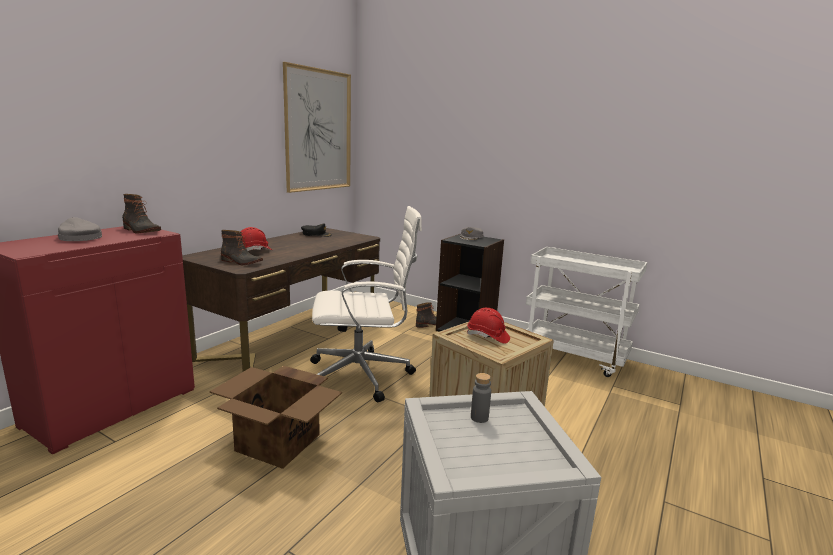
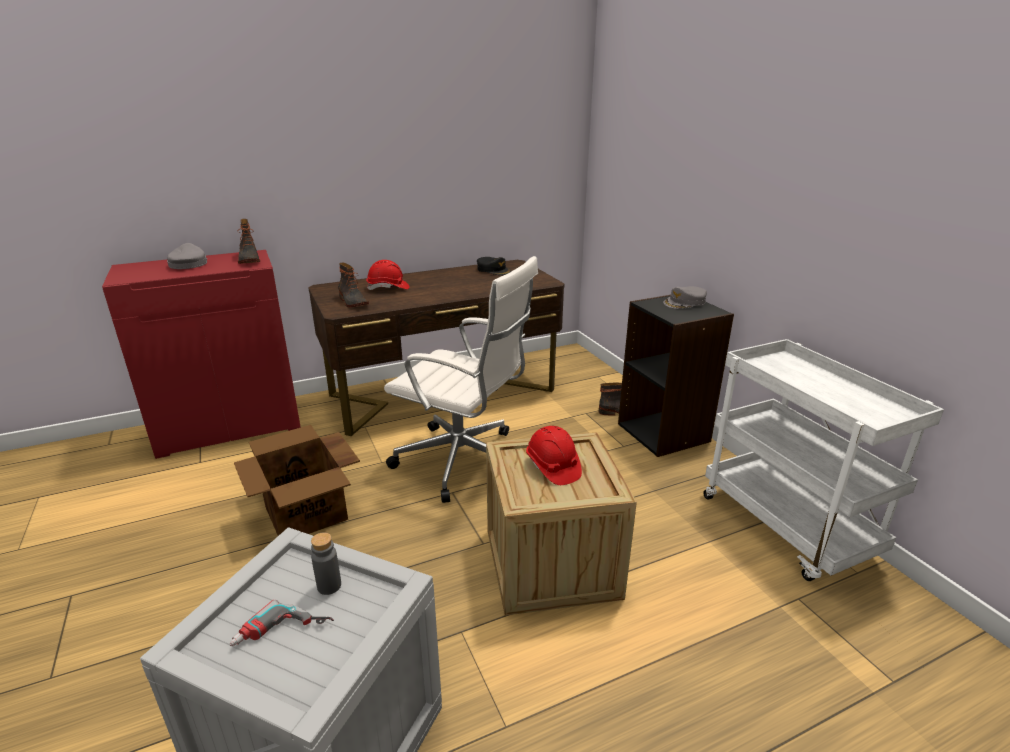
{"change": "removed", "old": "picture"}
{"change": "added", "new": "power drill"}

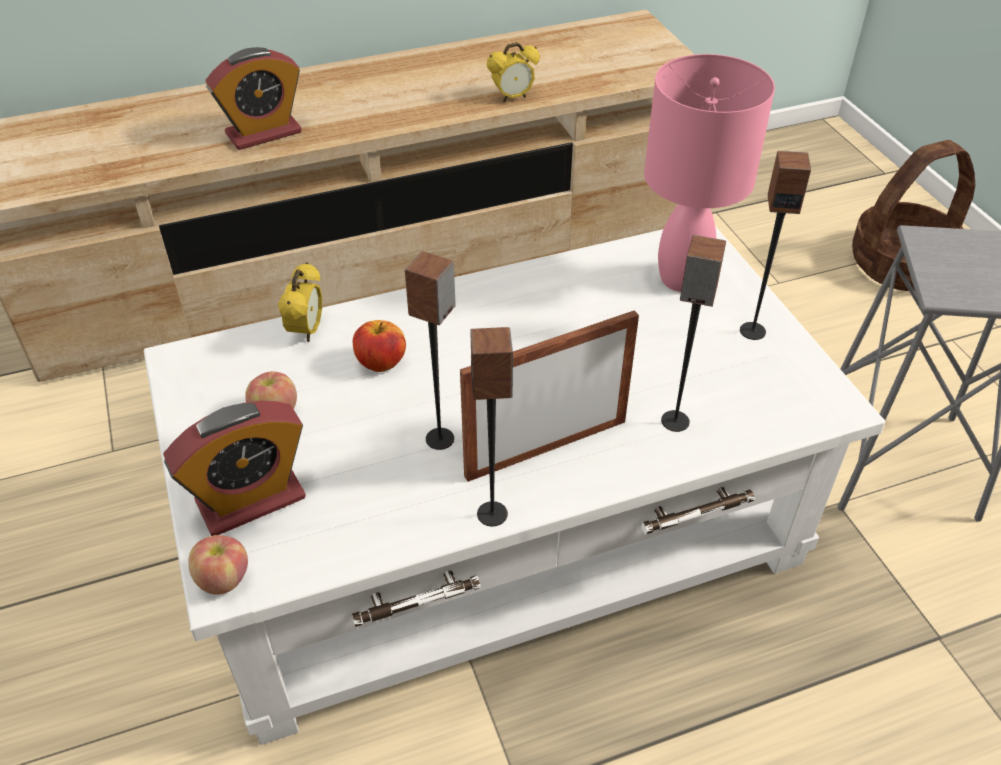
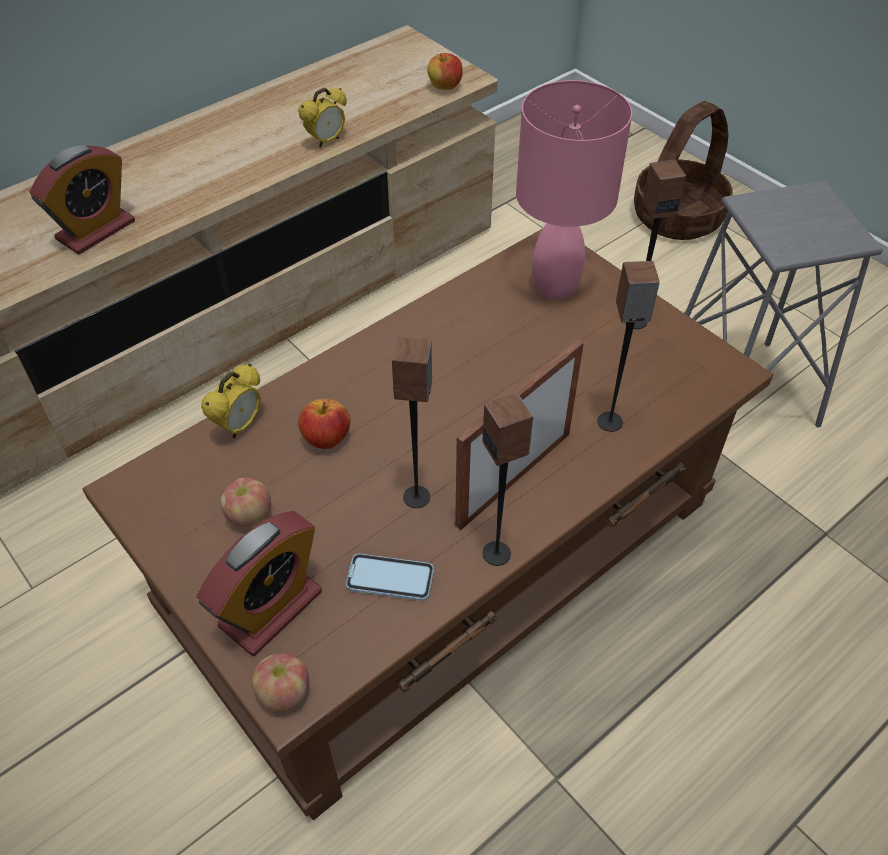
{"change": "recoloured", "old": "white coffee table", "new": "brown coffee table"}
{"change": "turned", "old": "alarm clock (3rd from left in the first image)", "degrees": 45}
{"change": "added", "new": "phone"}
{"change": "added", "new": "apple (4th from left)"}

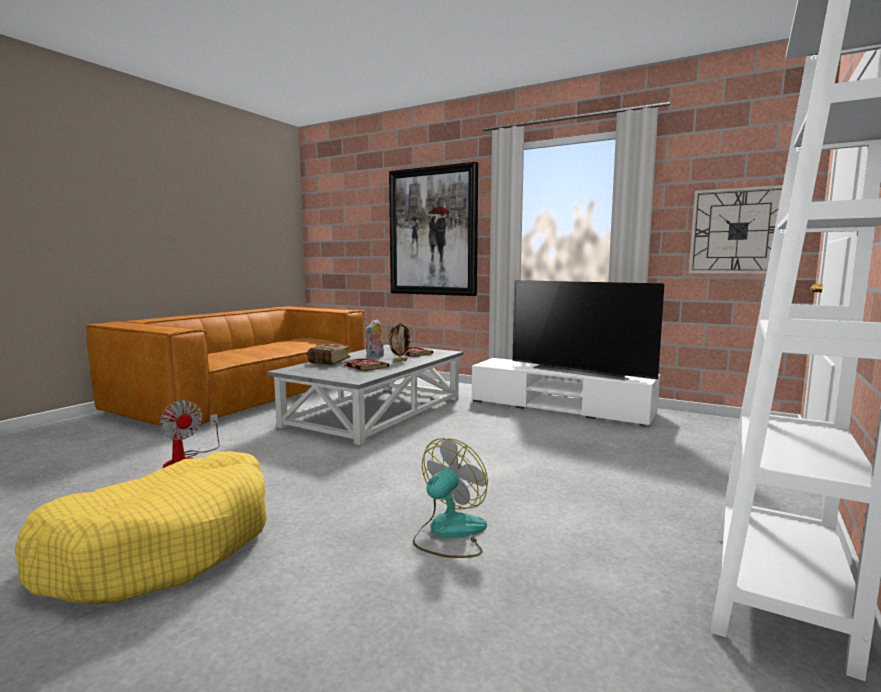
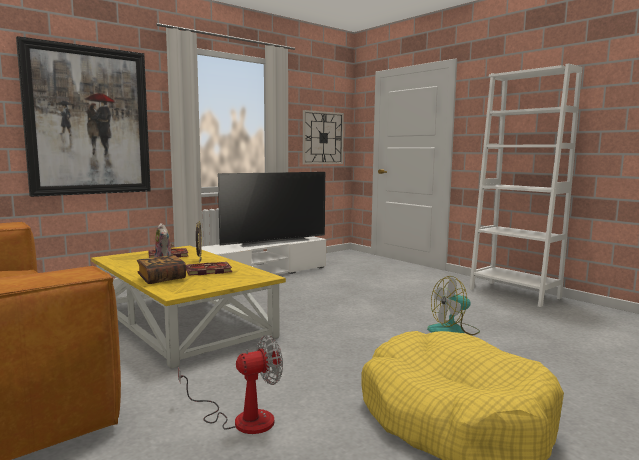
{"change": "recoloured", "old": "grey coffee table", "new": "yellow coffee table"}
{"change": "turned", "old": "fan (2nd from left)", "degrees": -75}

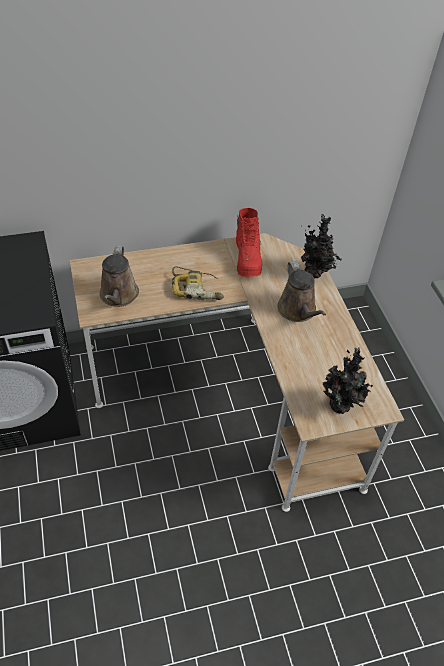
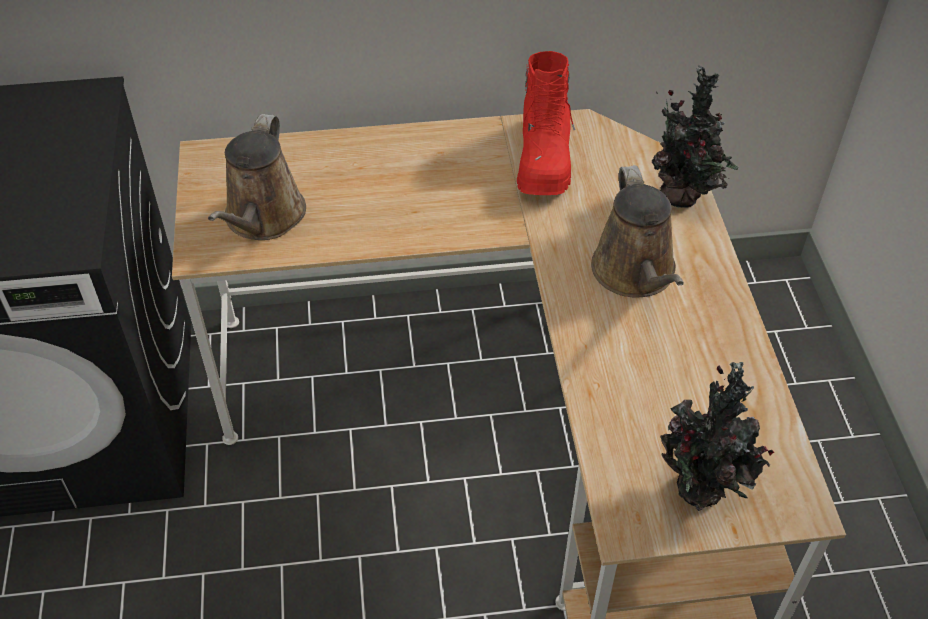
{"change": "removed", "old": "power drill"}

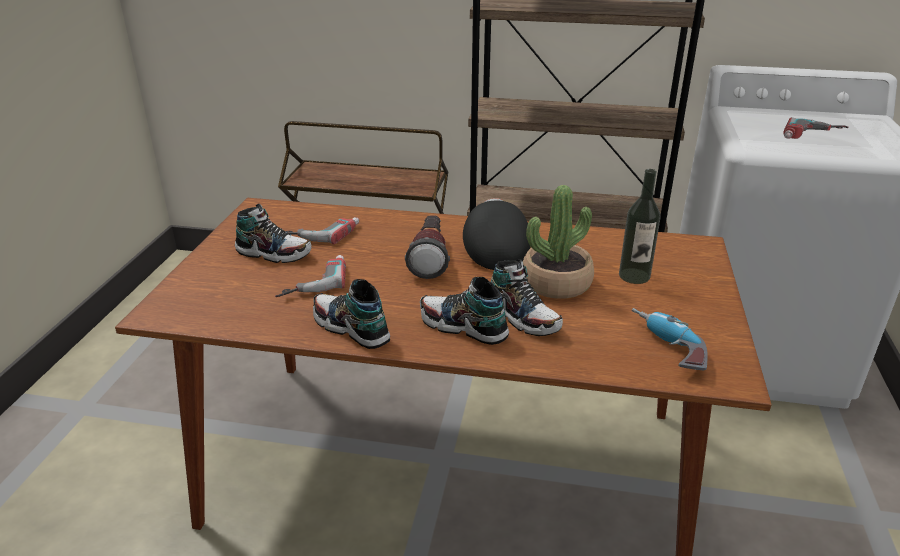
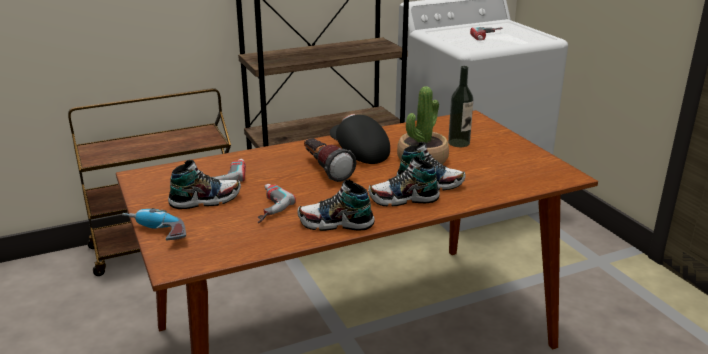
{"change": "moved", "old": "power drill (3rd from left in the first image)", "new": "power drill (1st from left)"}

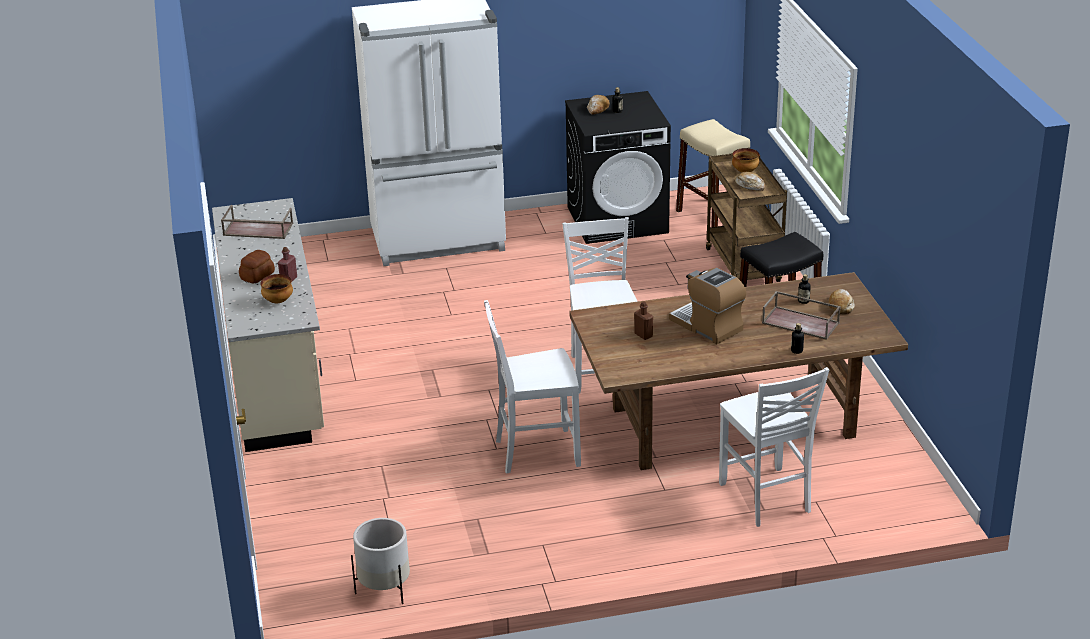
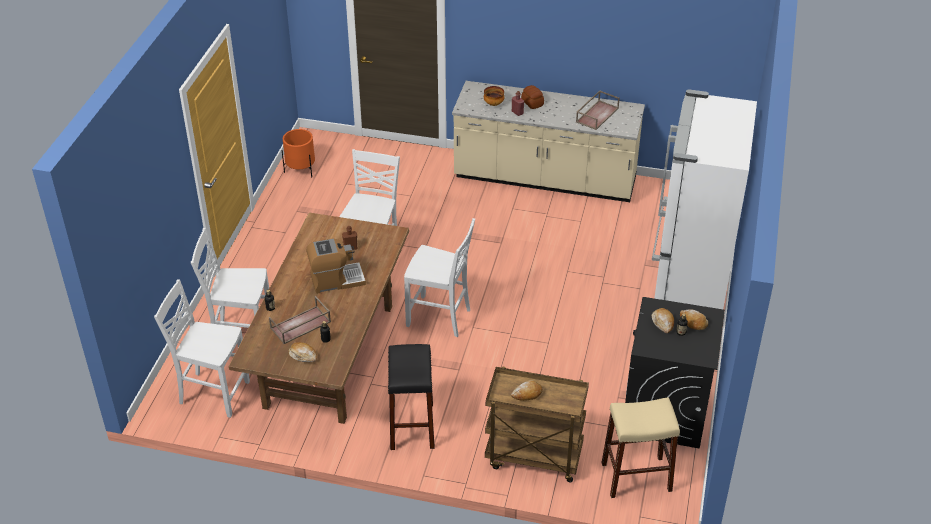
{"change": "recoloured", "old": "white planter", "new": "orange planter"}
{"change": "removed", "old": "bowl (2nd from left)"}
{"change": "added", "new": "white chair (1st from left)"}
{"change": "added", "new": "bread (4th from left)"}

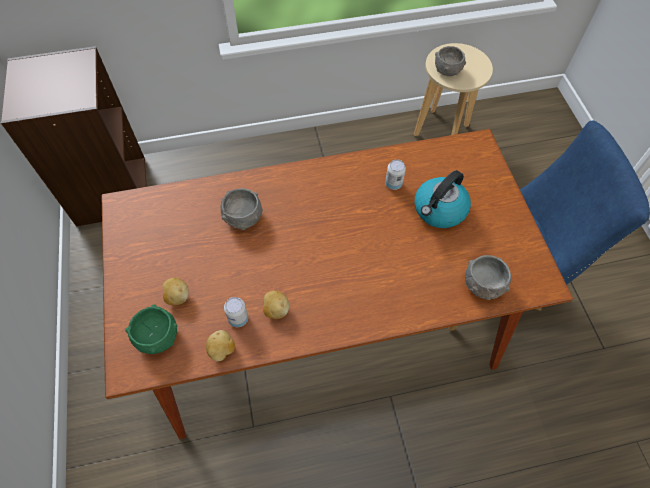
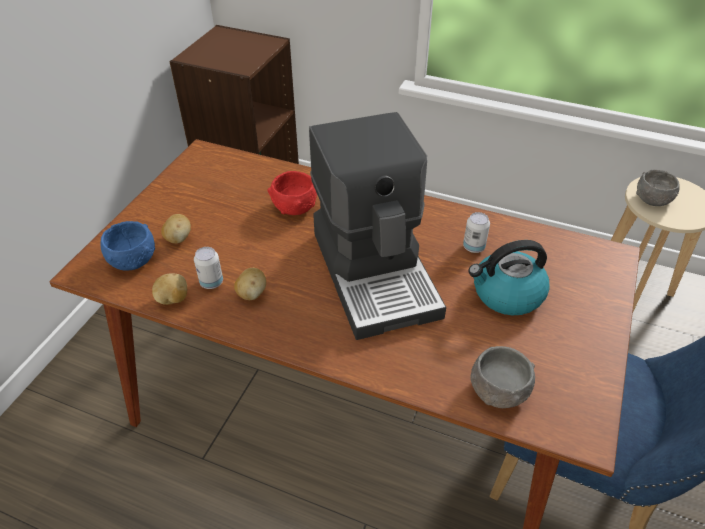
{"change": "recoloured", "old": "green bowl", "new": "blue bowl"}
{"change": "recoloured", "old": "grey bowl (1st from left)", "new": "red bowl"}
{"change": "added", "new": "coffee machine"}

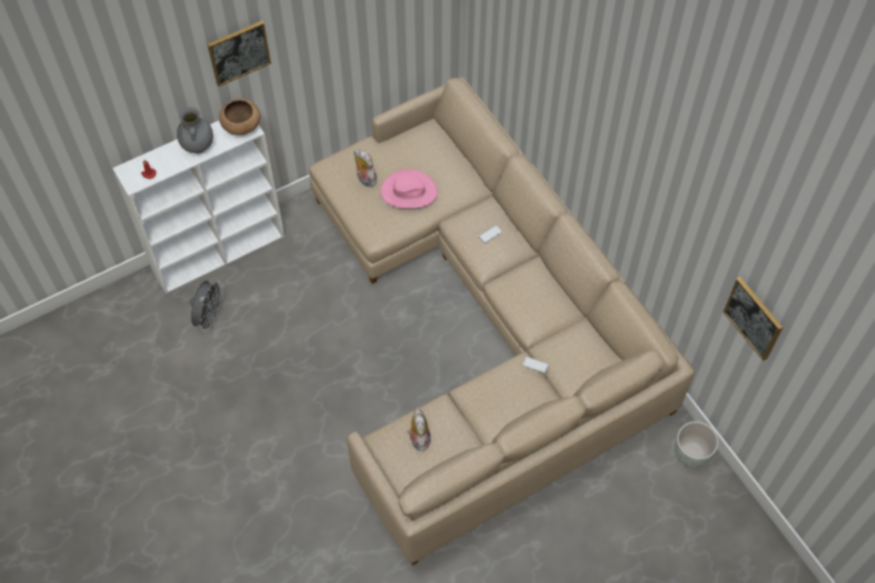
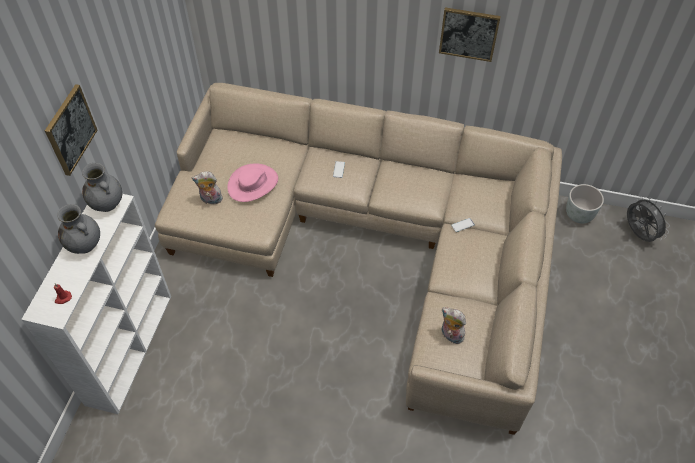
{"change": "moved", "old": "grey fan"}
{"change": "replaced", "old": "brown bowl", "new": "grey vase (2nd from left)"}
{"change": "moved", "old": "picture (2nd from left)"}

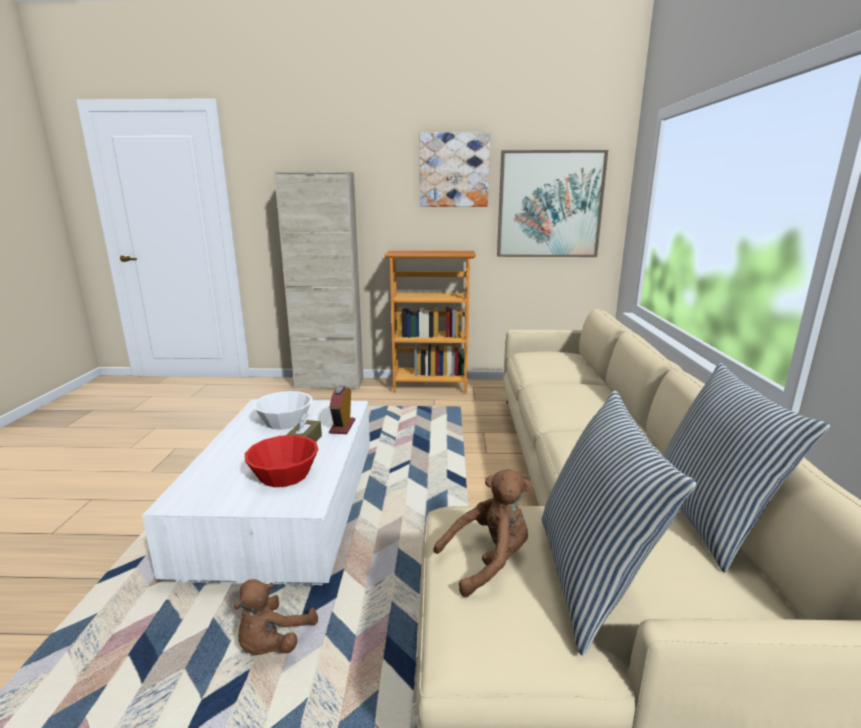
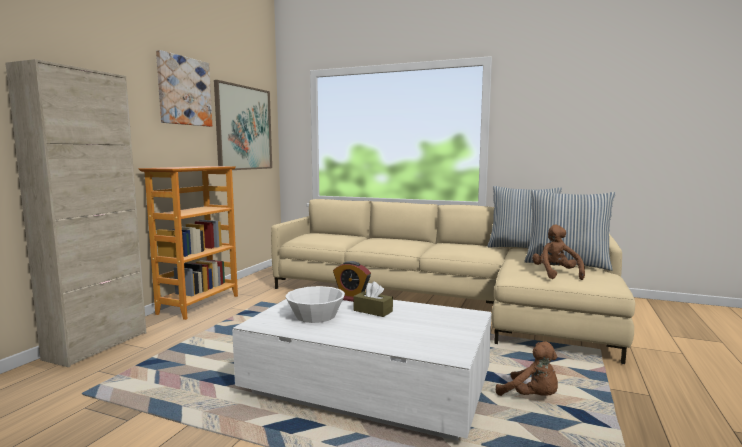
{"change": "removed", "old": "red bowl"}

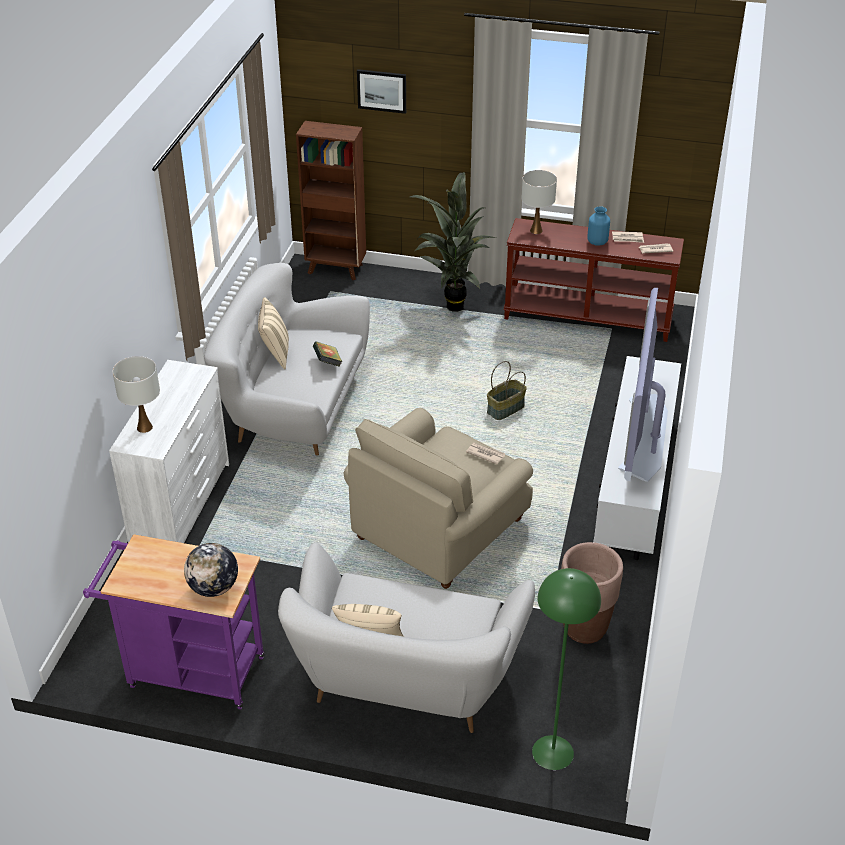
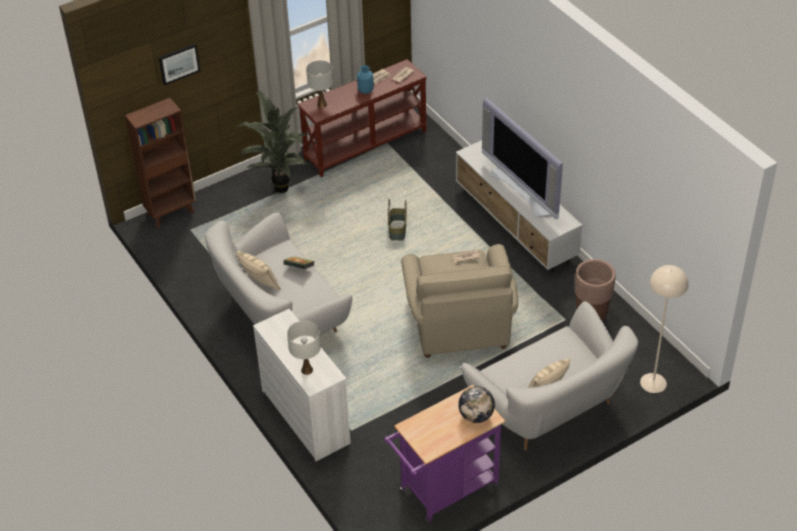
{"change": "recoloured", "old": "green floor lamp", "new": "beige floor lamp"}

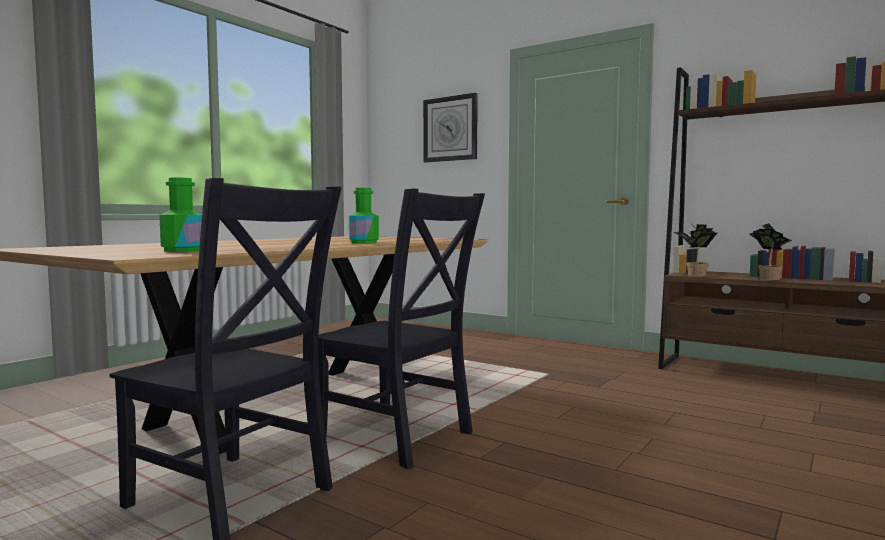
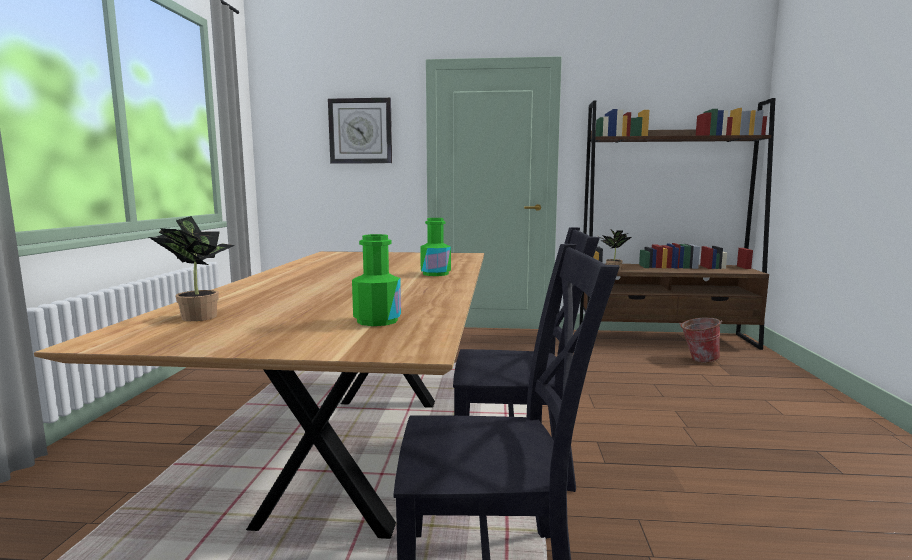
{"change": "moved", "old": "potted plant (2nd from left in the first image)", "new": "potted plant (1st from left)"}
{"change": "added", "new": "bucket"}

